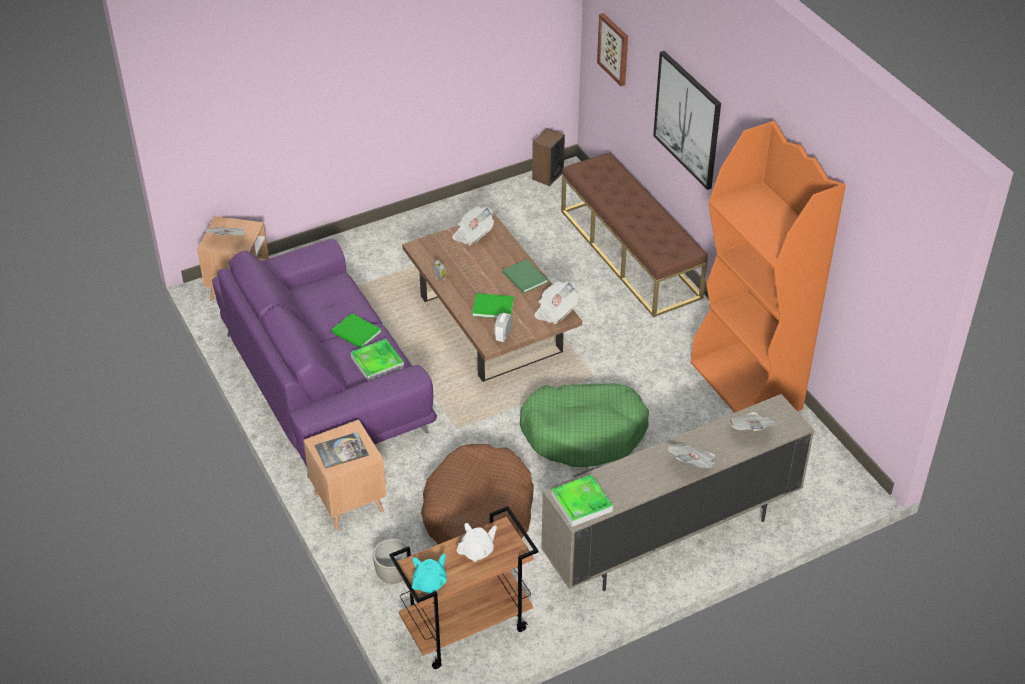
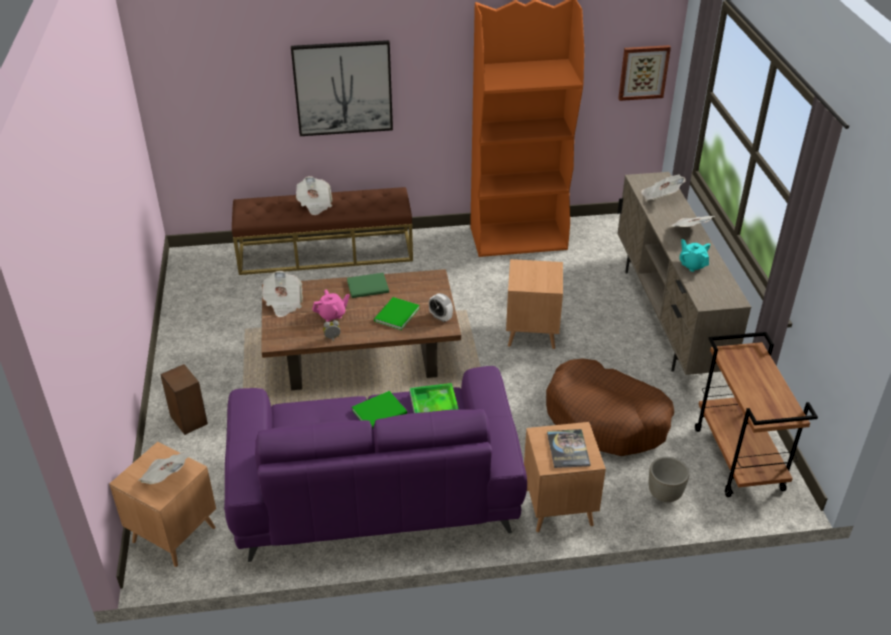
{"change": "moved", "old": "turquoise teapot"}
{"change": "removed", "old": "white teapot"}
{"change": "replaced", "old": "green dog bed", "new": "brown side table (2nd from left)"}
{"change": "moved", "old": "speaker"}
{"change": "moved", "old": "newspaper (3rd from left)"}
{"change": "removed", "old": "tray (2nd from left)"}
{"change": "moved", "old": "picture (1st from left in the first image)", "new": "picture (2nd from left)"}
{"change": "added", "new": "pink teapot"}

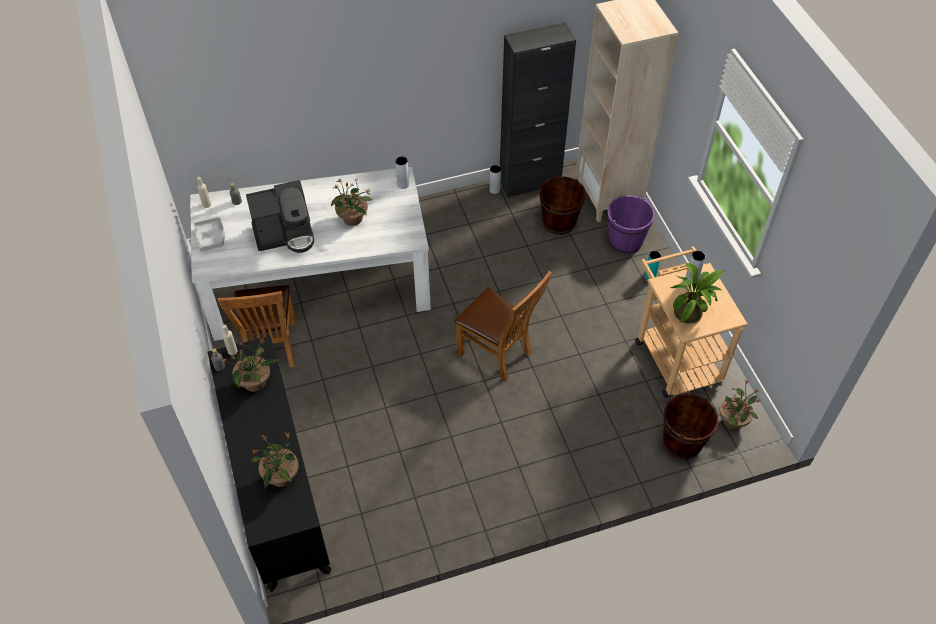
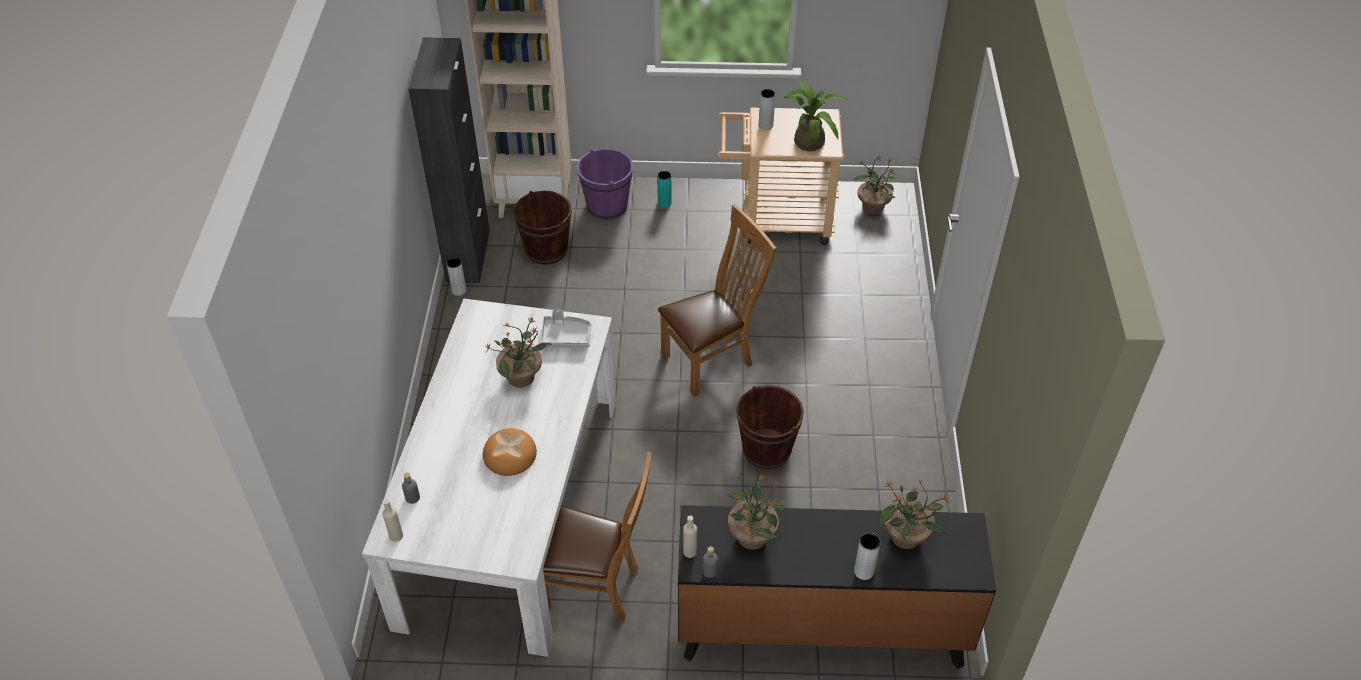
{"change": "moved", "old": "grey tray"}
{"change": "replaced", "old": "coffee machine", "new": "bread"}
{"change": "moved", "old": "grey vase (1st from left in the first image)", "new": "grey vase (3rd from left)"}
{"change": "moved", "old": "brown bucket (2nd from left)"}

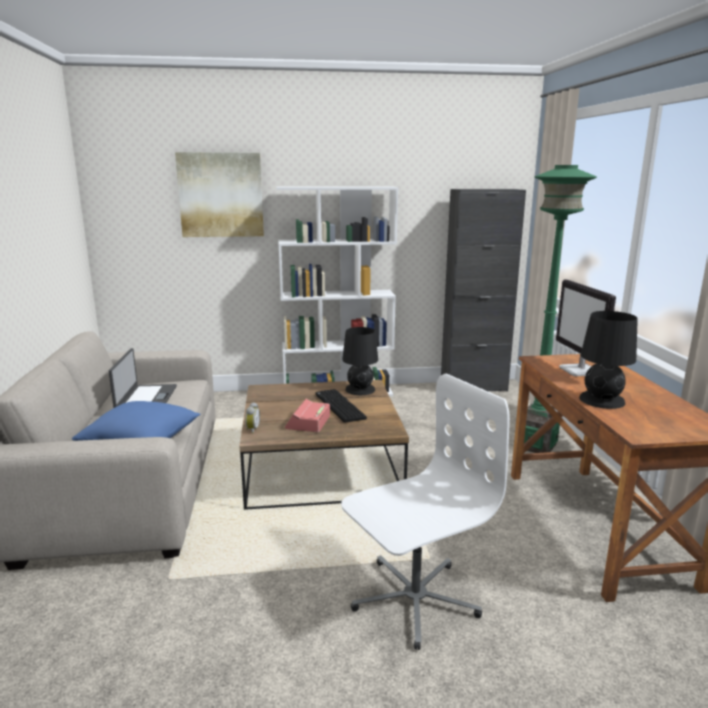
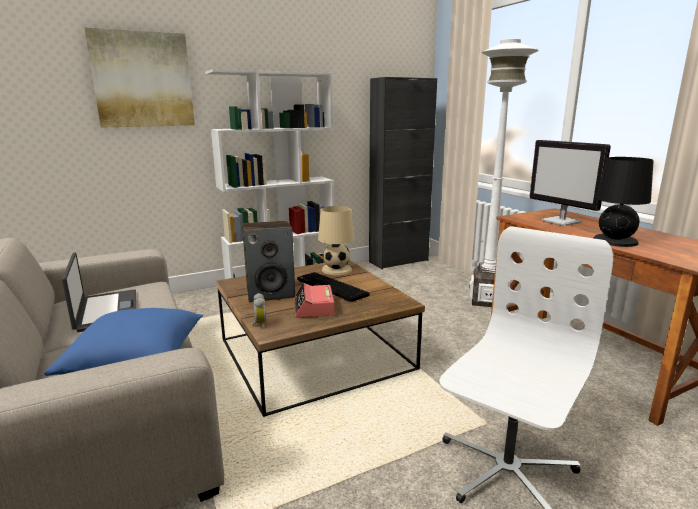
{"change": "recoloured", "old": "black table lamp (1st from left)", "new": "beige table lamp"}
{"change": "recoloured", "old": "green floor lamp", "new": "white floor lamp"}
{"change": "added", "new": "speaker"}

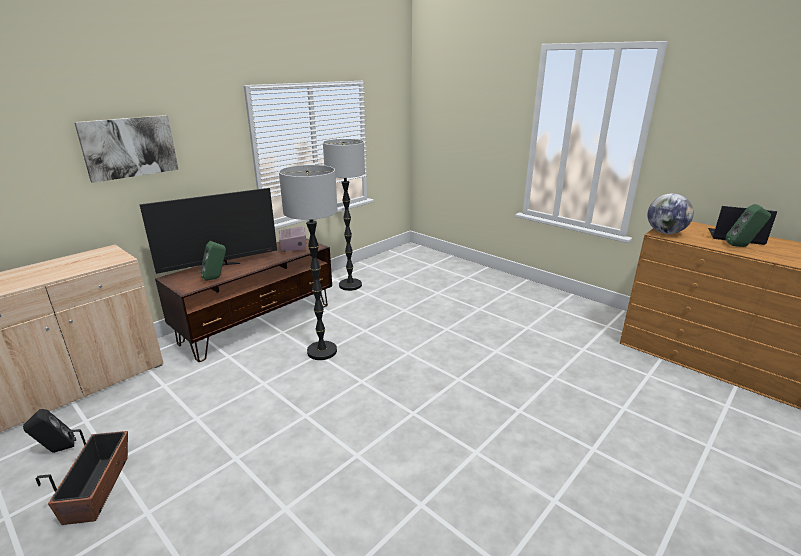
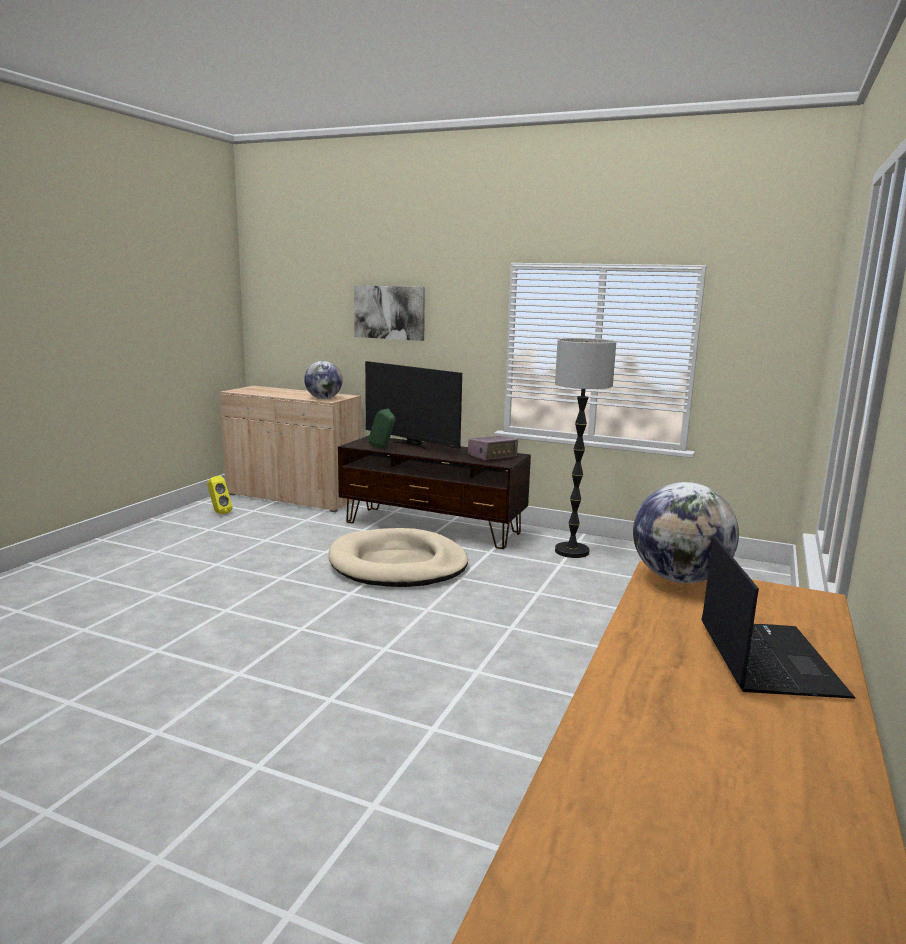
{"change": "recoloured", "old": "black speaker", "new": "yellow speaker"}
{"change": "removed", "old": "planter"}
{"change": "replaced", "old": "floor lamp (1st from left)", "new": "beige dog bed"}
{"change": "removed", "old": "green speaker (2nd from left)"}
{"change": "added", "new": "globe (1st from left)"}

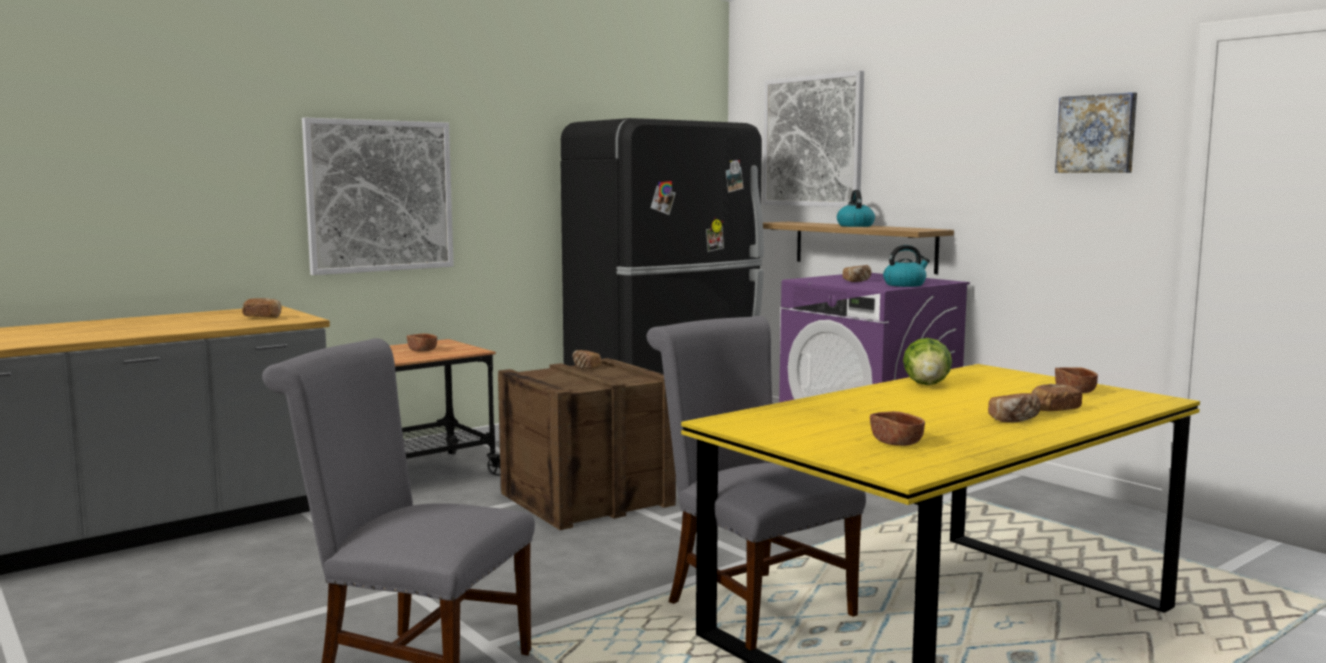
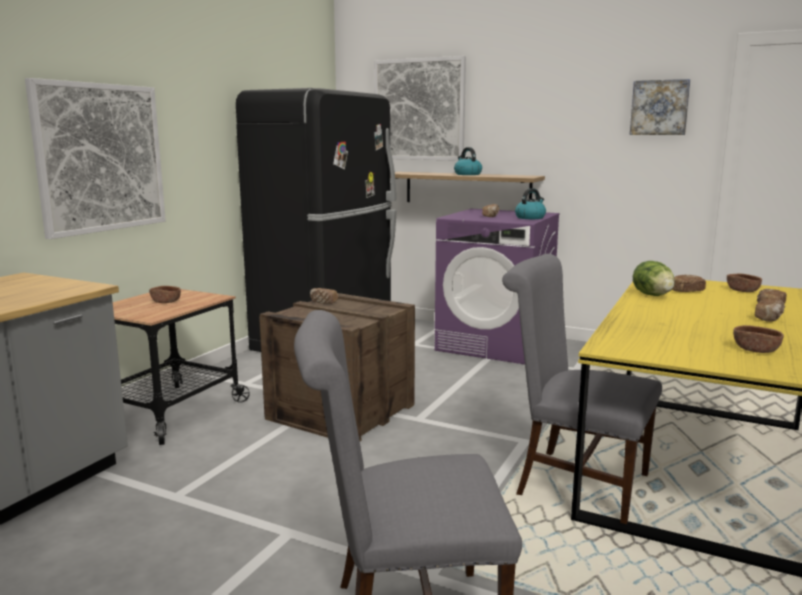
{"change": "moved", "old": "bread (1st from left in the first image)", "new": "bread (3rd from left)"}

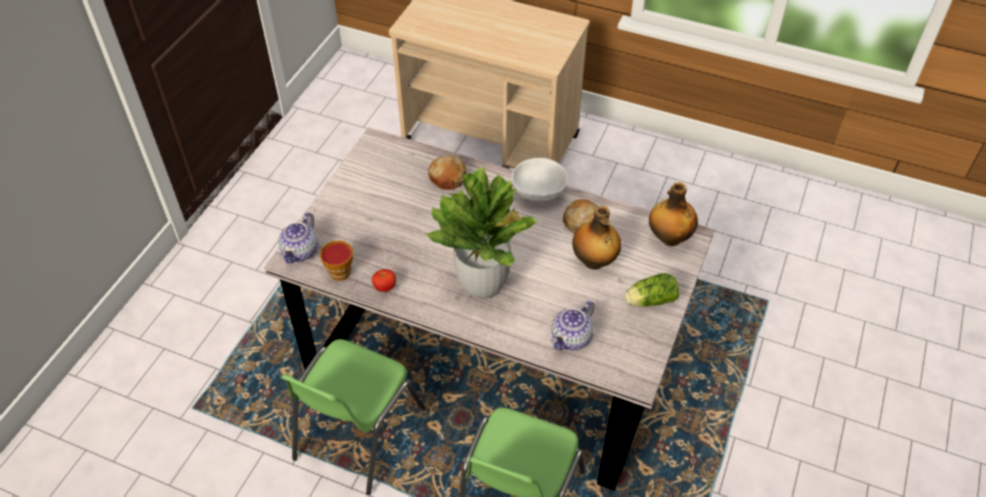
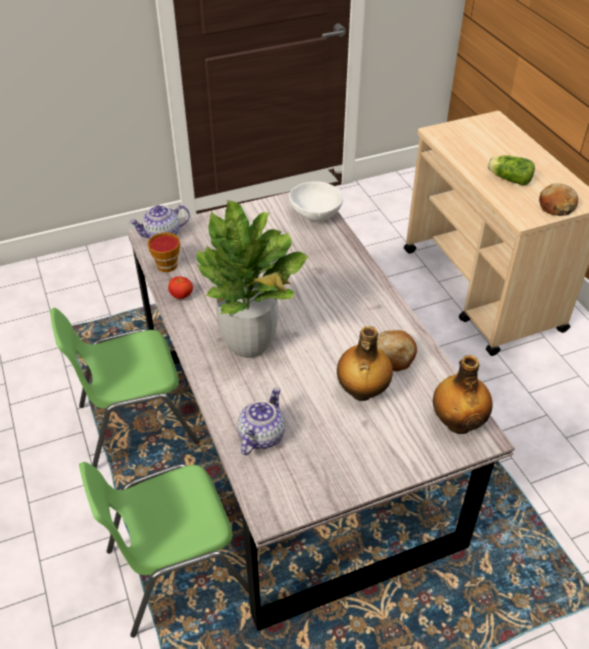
{"change": "moved", "old": "bread (1st from left in the first image)", "new": "bread (2nd from left)"}
{"change": "moved", "old": "white bowl"}
{"change": "turned", "old": "teapot (2nd from left)", "degrees": 120}
{"change": "moved", "old": "lettuce"}

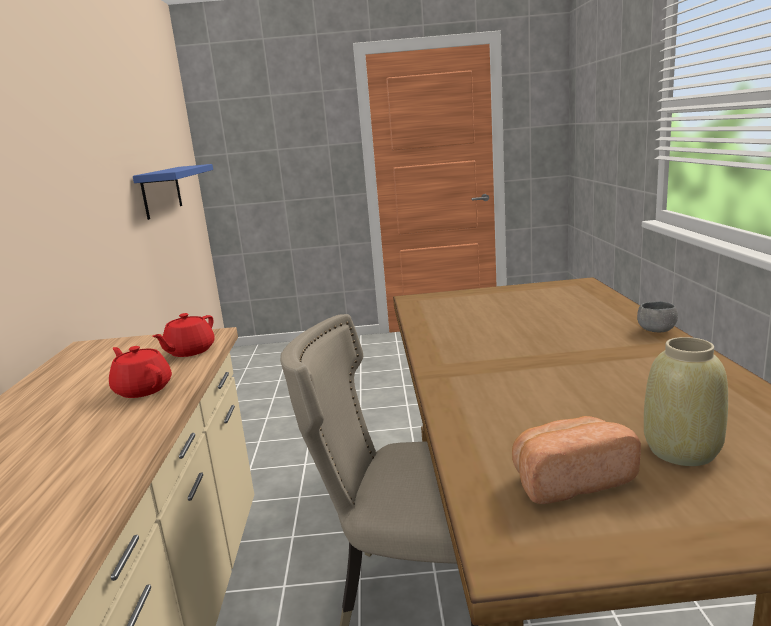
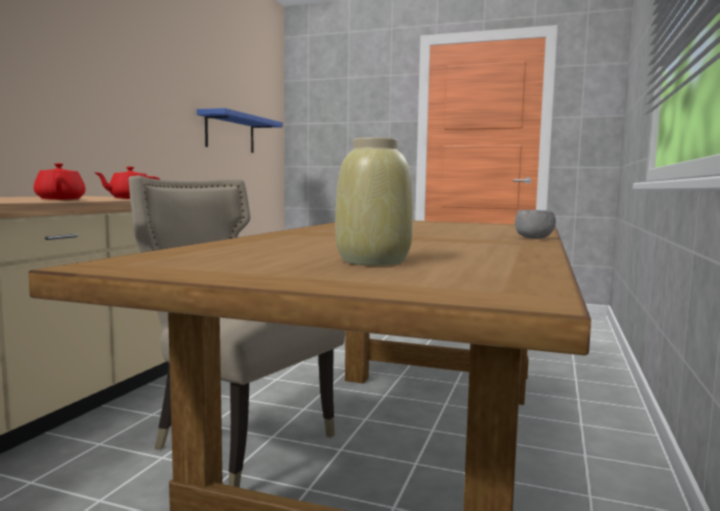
{"change": "removed", "old": "bread"}

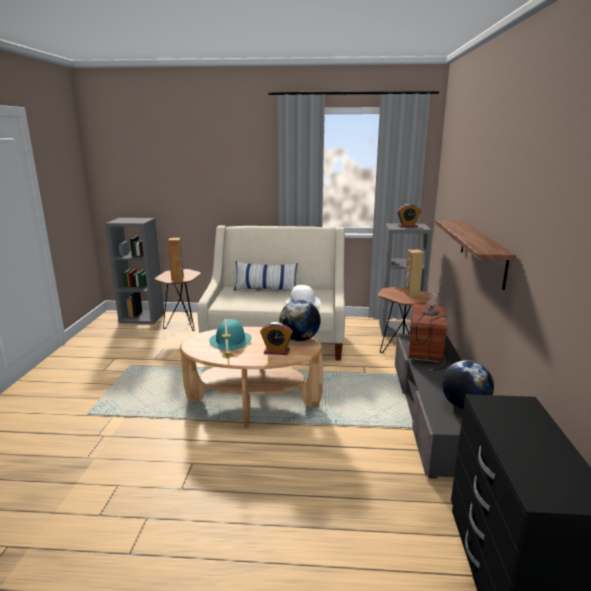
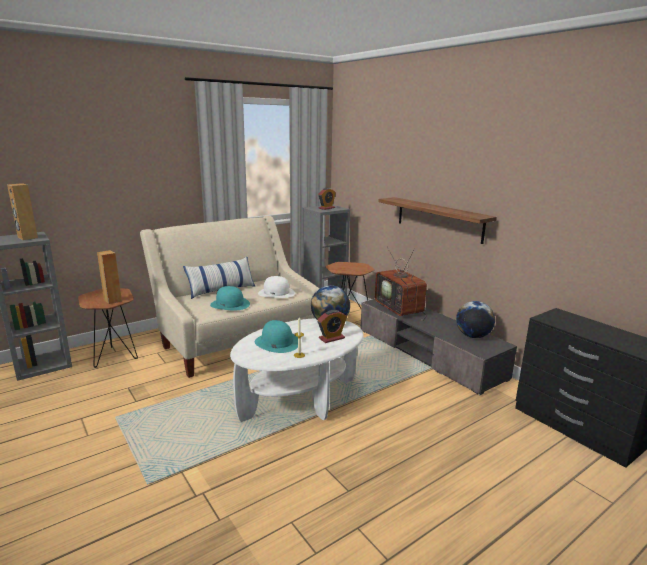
{"change": "recoloured", "old": "brown coffee table", "new": "white coffee table"}
{"change": "moved", "old": "brown speaker (2nd from left in the first image)", "new": "brown speaker (1st from left)"}
{"change": "added", "new": "turquoise hat (1st from left)"}

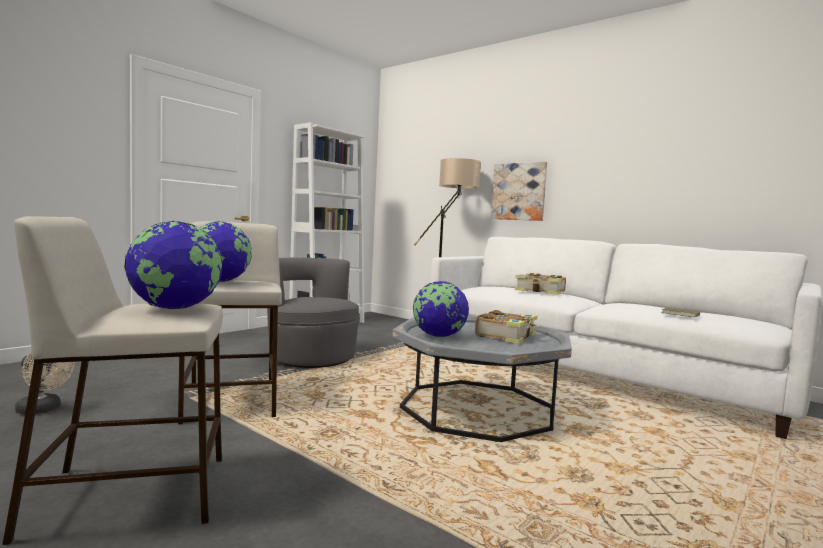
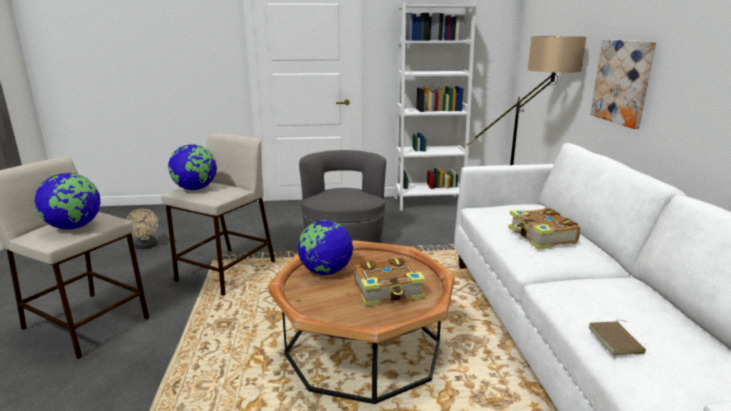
{"change": "recoloured", "old": "grey coffee table", "new": "brown coffee table"}

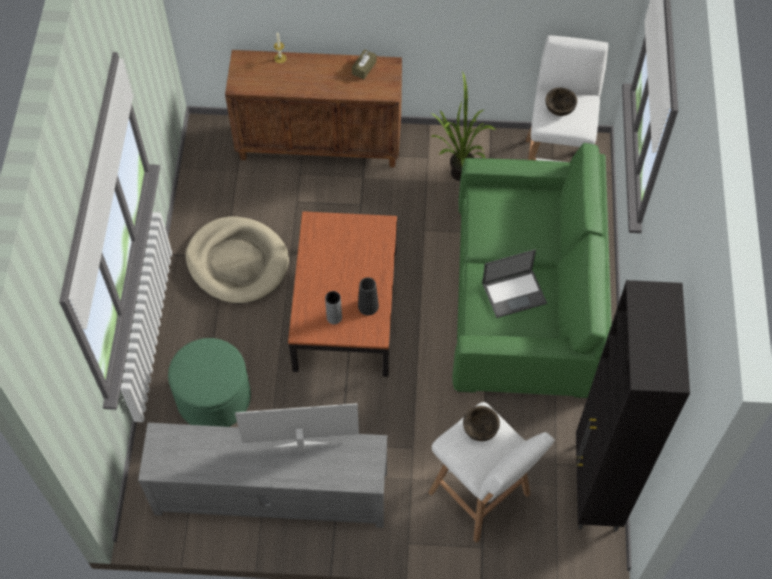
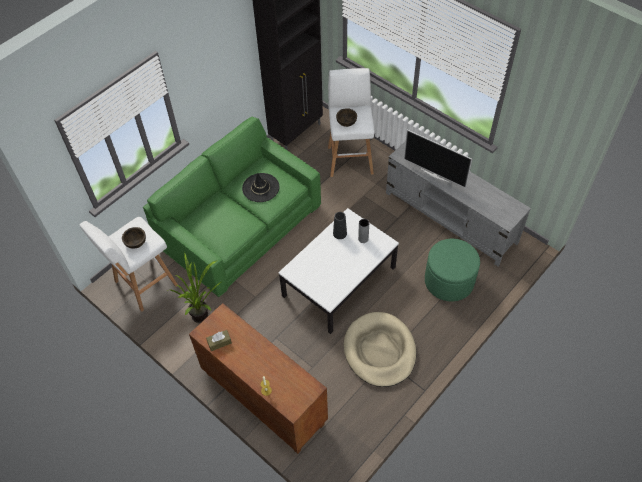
{"change": "recoloured", "old": "brown coffee table", "new": "white coffee table"}
{"change": "replaced", "old": "laptop", "new": "black hat"}

